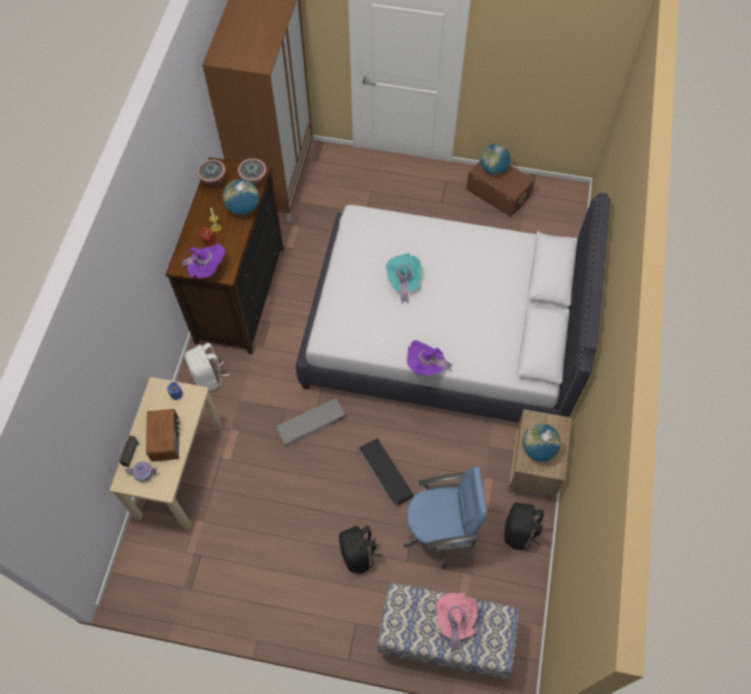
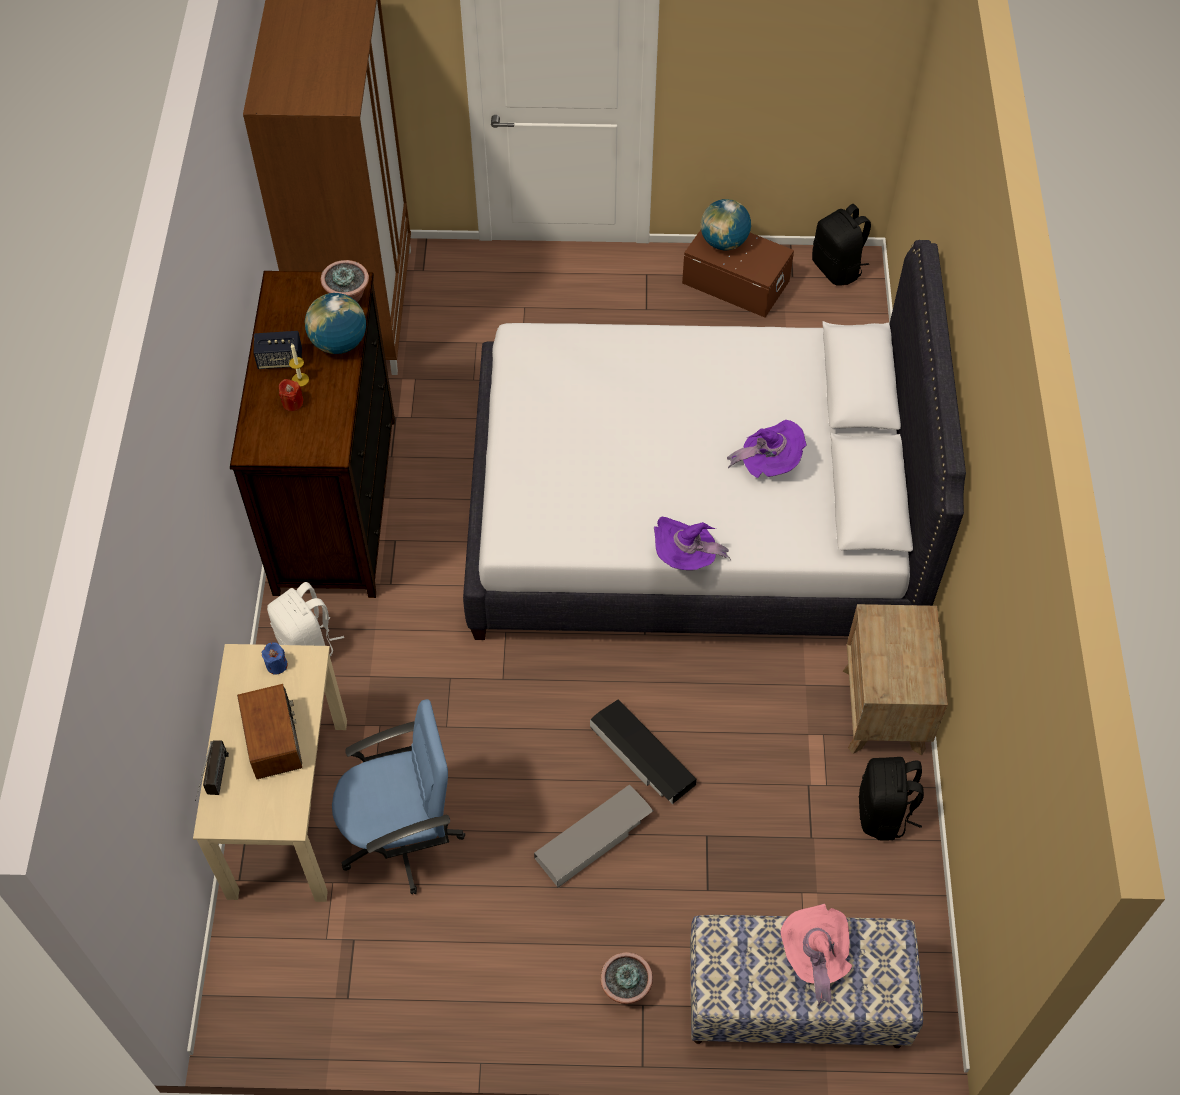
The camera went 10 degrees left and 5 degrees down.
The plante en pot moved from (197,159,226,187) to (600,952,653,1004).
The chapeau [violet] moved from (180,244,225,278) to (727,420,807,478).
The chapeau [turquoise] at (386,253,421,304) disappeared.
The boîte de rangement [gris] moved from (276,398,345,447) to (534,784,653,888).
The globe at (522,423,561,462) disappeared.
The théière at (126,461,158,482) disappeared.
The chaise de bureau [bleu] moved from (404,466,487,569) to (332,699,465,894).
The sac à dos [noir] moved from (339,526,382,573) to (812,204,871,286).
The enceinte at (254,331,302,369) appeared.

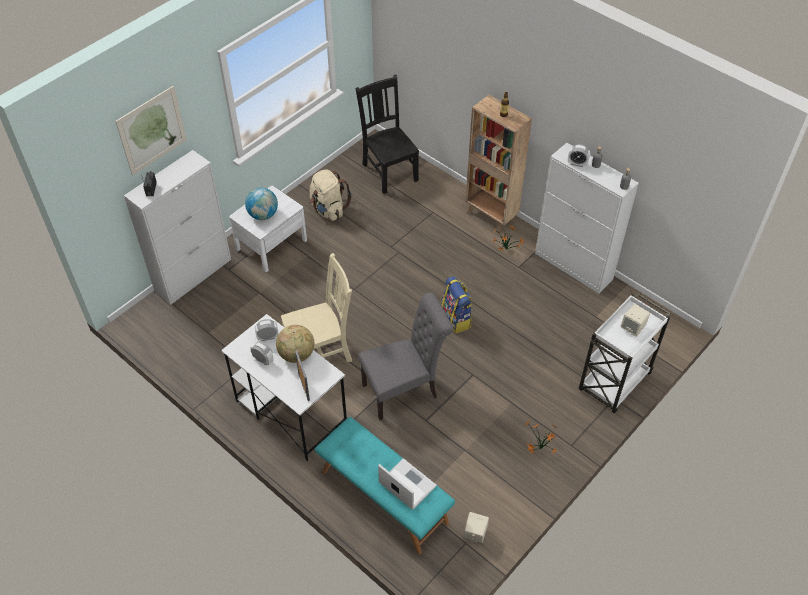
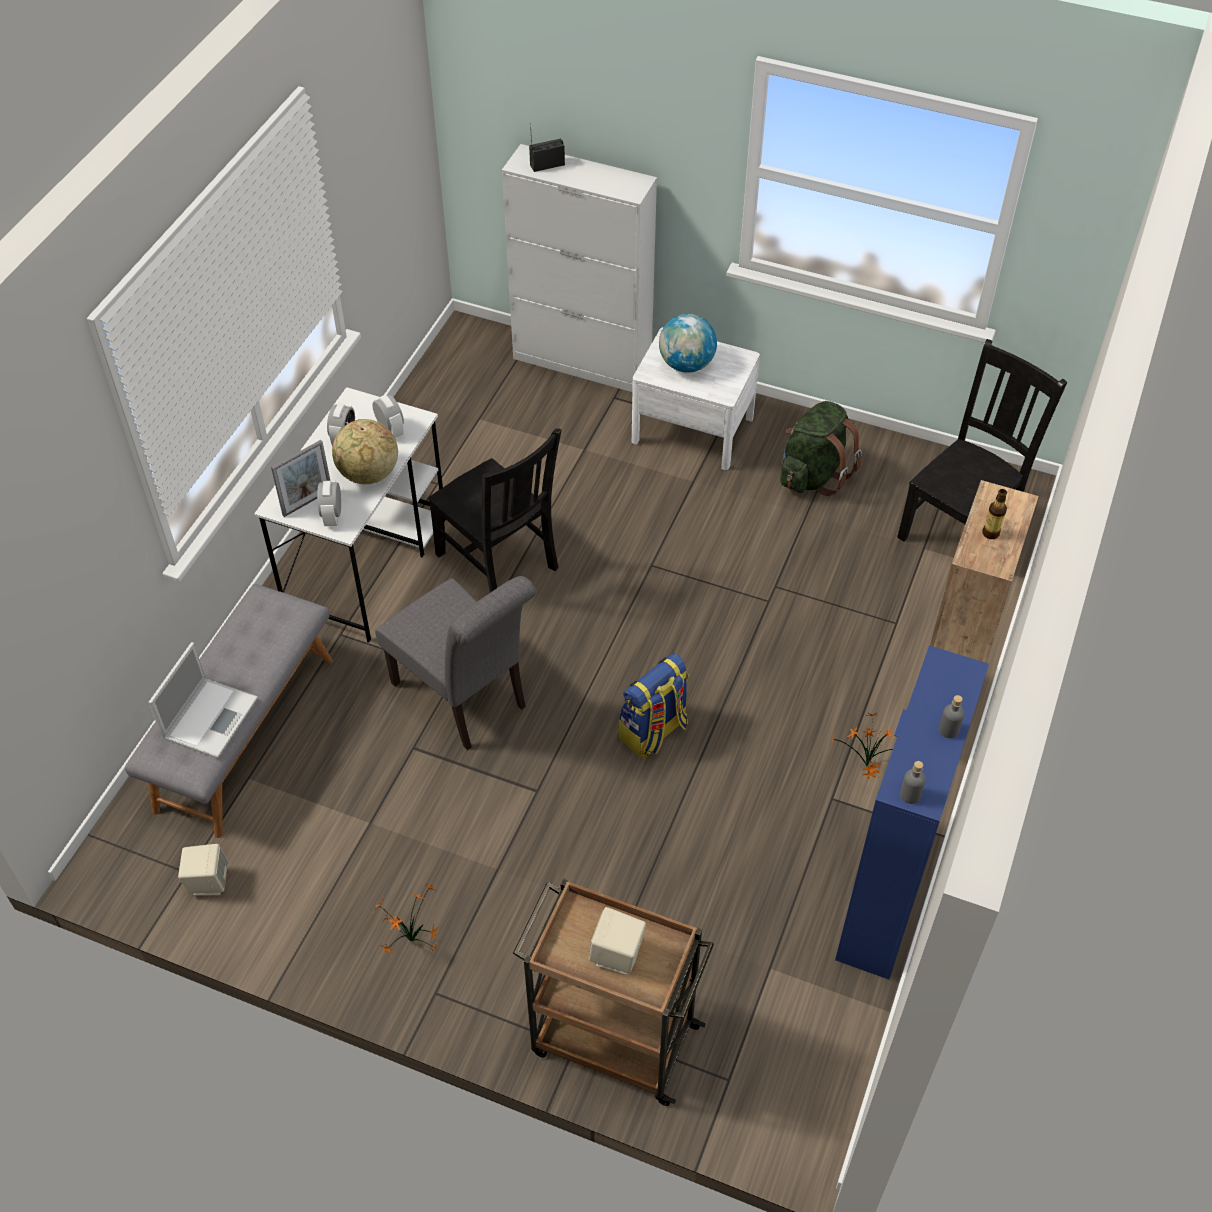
The camera went 70 degrees right and 0 degrees up.
The tableau at (115,86,187,175) disappeared.
The meuble de rangement [blanc] at (535,143,639,294) became the meuble de rangement [bleu] at (835,646,989,979).
The réveil moved from (568,144,590,167) to (317,481,341,526).
The sac à dos [beige] at (310,170,352,221) became the sac à dos [vert] at (780,401,862,496).
The chaise [beige] at (281,253,352,362) became the chaise [noir] at (428,428,562,593).
The chariot [blanc] at (579,293,670,414) became the chariot [marron] at (513,878,714,1106).
The banc [turquoise] at (315,417,455,554) became the banc [gris] at (125,584,333,838).

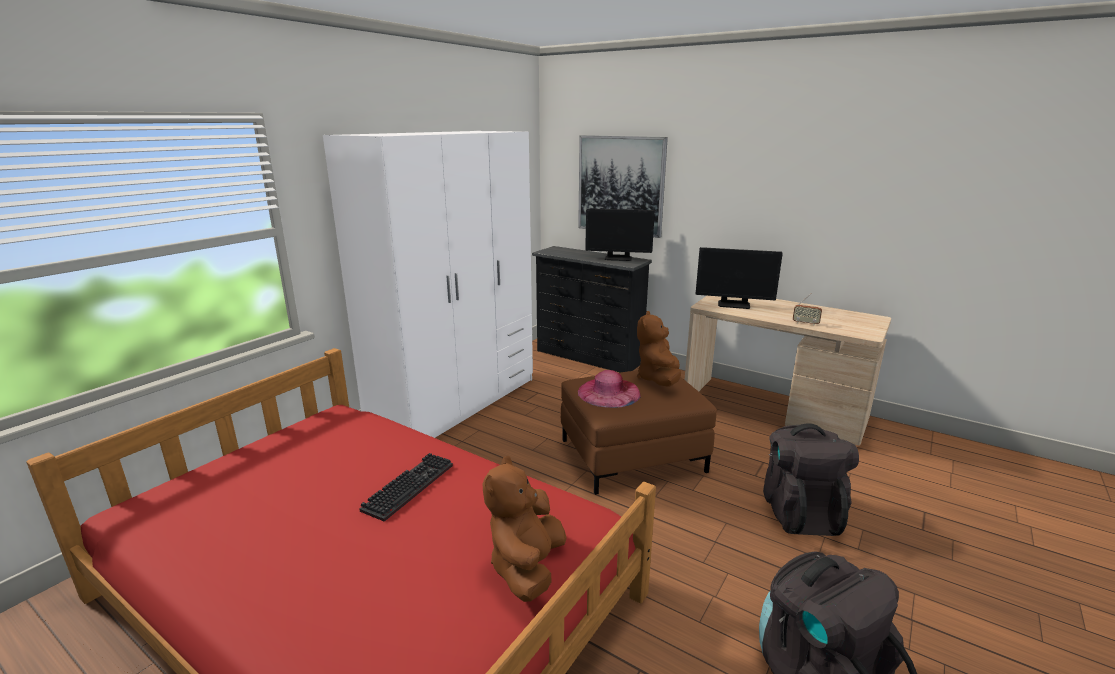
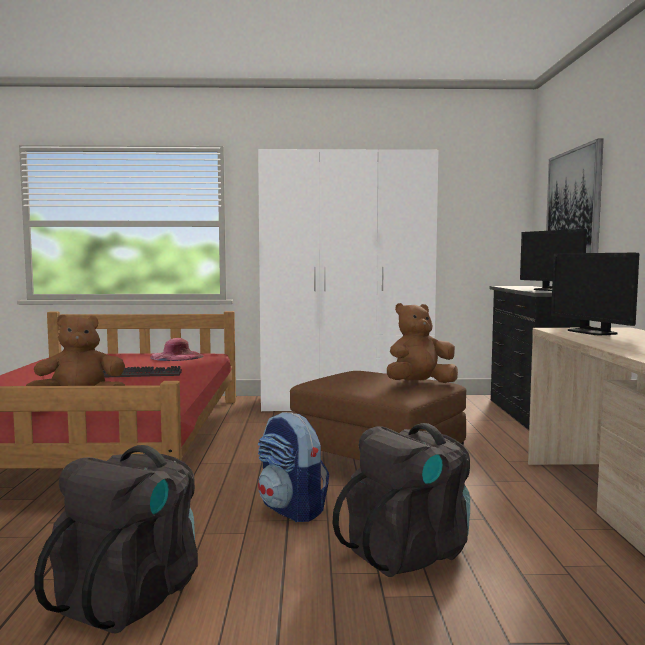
The camera went 55 degrees right and 15 degrees down.
The radio at (793,293,822,326) disappeared.
The chapeau [rose] moved from (578,370,641,408) to (150,338,204,361).
The sac à dos at (258,412,329,522) appeared.

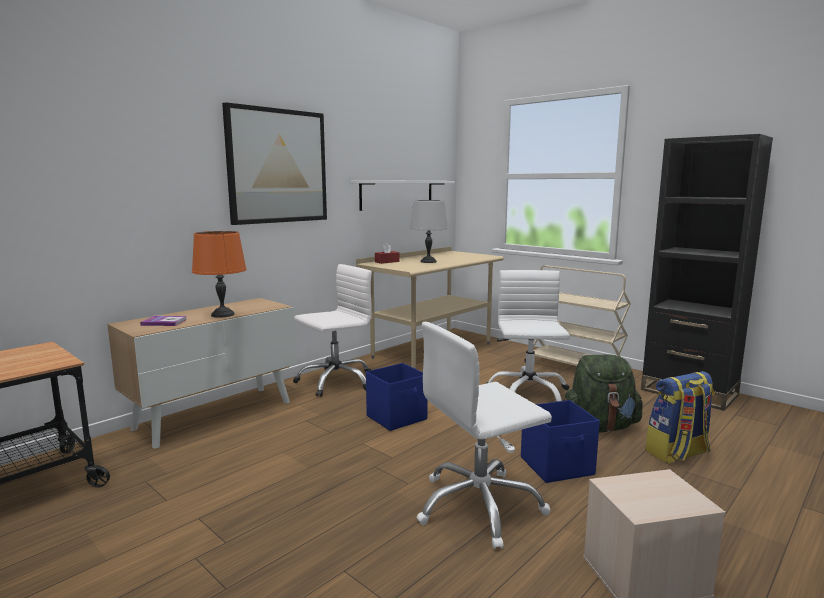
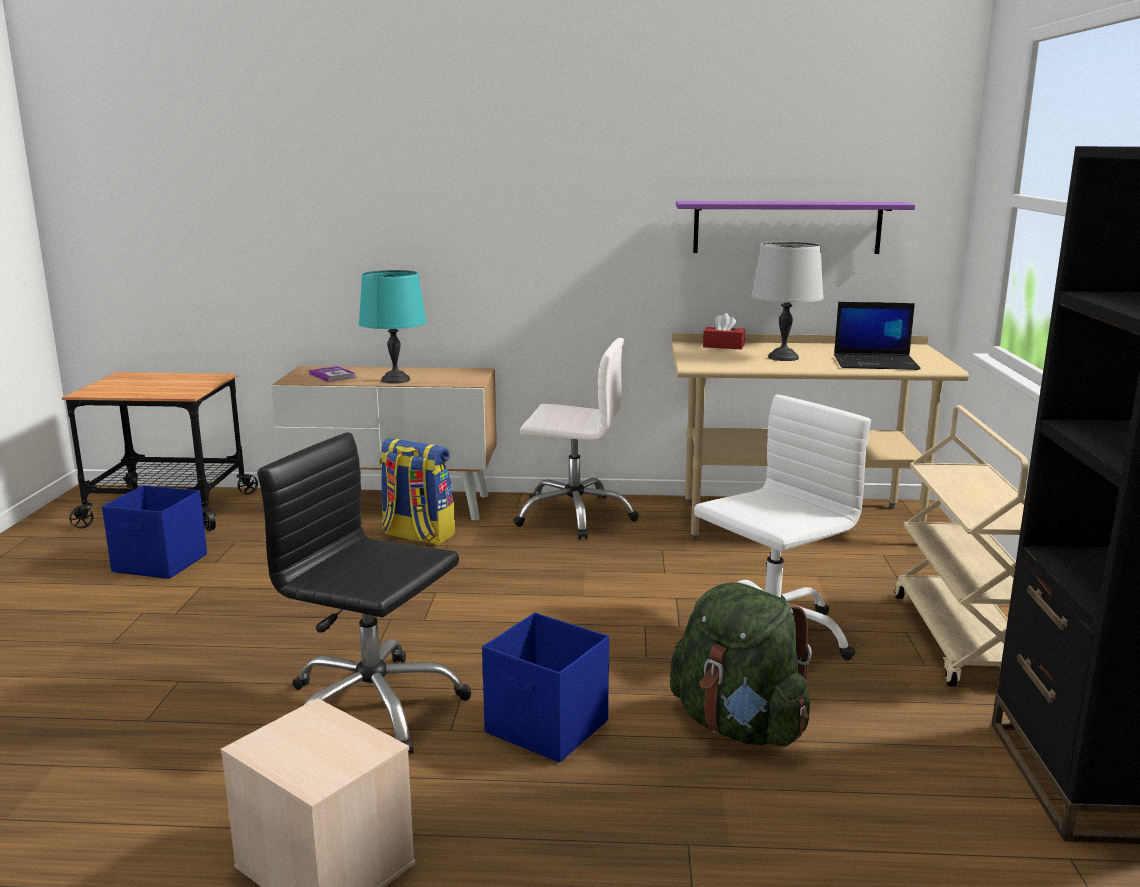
The camera went 50 degrees right and 5 degrees up.
The tableau at (222,102,327,225) disappeared.
The étagère [blanc] at (351,180,454,211) became the étagère [violet] at (676,201,915,254).
The lampe de table [orange] at (192,231,247,318) became the lampe de table [turquoise] at (359,270,426,384).
The chaise de bureau [blanc] at (417,322,552,549) became the chaise de bureau [noir] at (257,432,471,754).
The boîte de rangement [bleu] moved from (366,363,428,431) to (102,485,207,579).
The sac à dos moved from (645,371,715,464) to (379,438,455,545).
The ordinateur portable at (834,302,921,370) appeared.

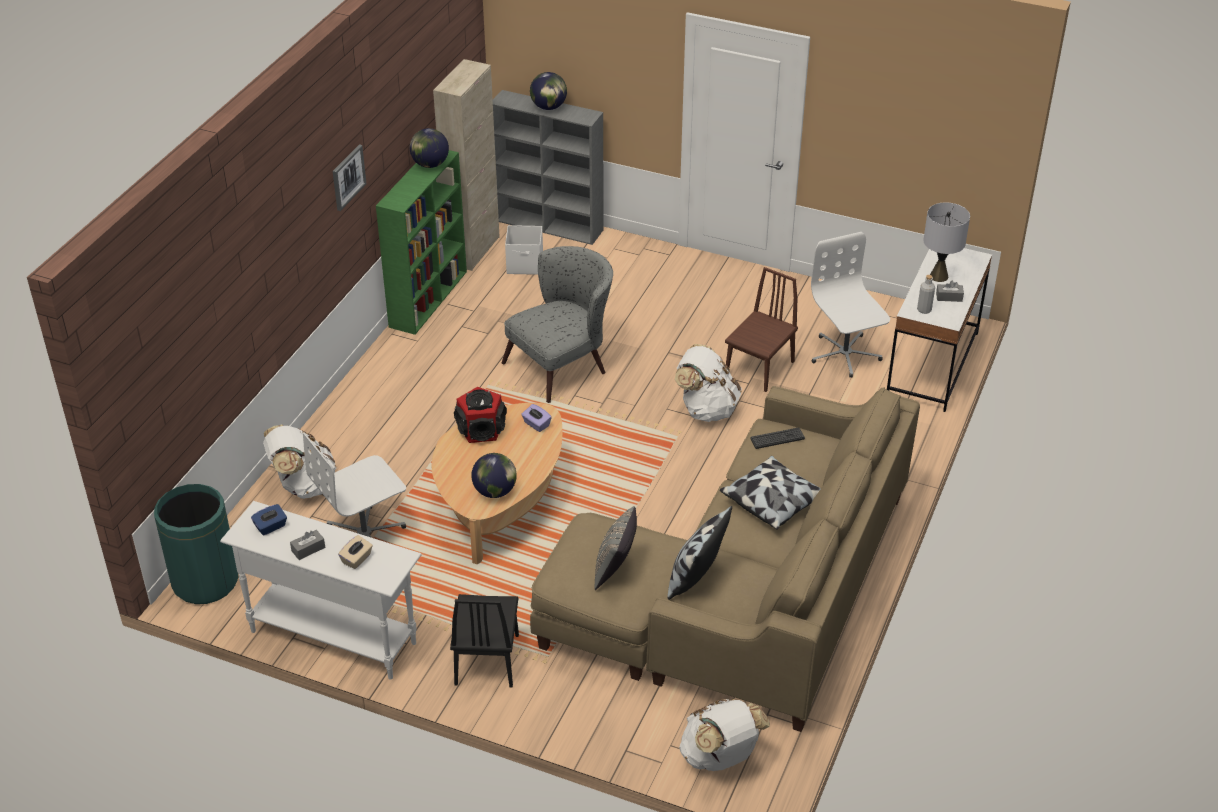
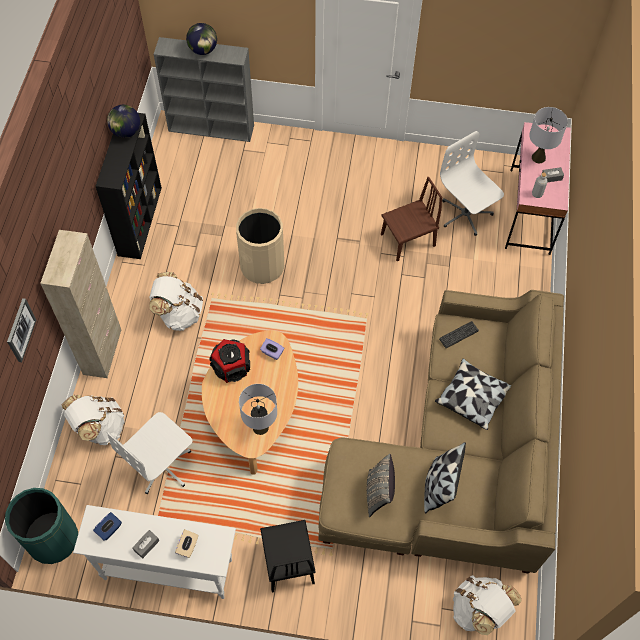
The camera went 15 degrees left and 20 degrees up.
The meuble de rangement [beige] moved from (433,59,500,271) to (40,230,122,378).
The tableau moved from (333,144,366,211) to (7,298,36,362).
The bibliothèque [vert] at (376,150,467,335) became the bibliothèque [noir] at (96,113,162,259).
The boîte de rangement [blanc] at (505,225,543,275) disappeared.
The fauteuil [gris] at (502,246,613,403) was replaced by the poubelle [beige] at (236,208,284,284).
The bureau [blanc] at (887,248,992,412) became the bureau [rose] at (505,122,571,255).
The chaise [marron] at (725,267,798,392) turned 45 degrees clockwise.
The sac à dos [blanc] moved from (675,344,742,422) to (149,272,203,331).
The globe at (471,453,517,498) was replaced by the lampe de table [gris] at (239,384,277,435).

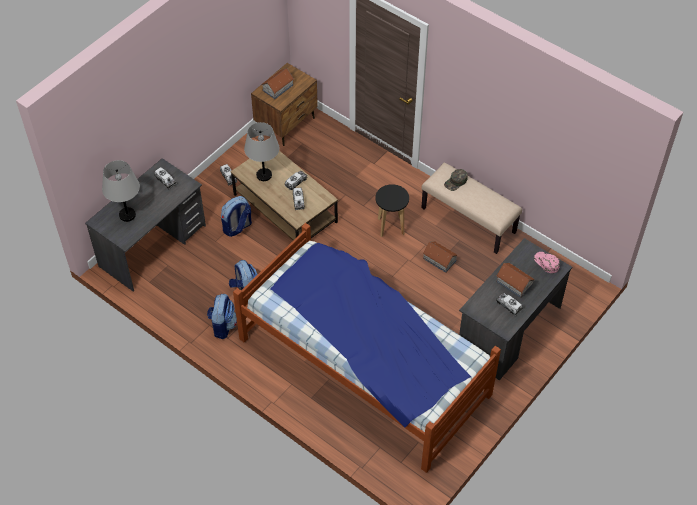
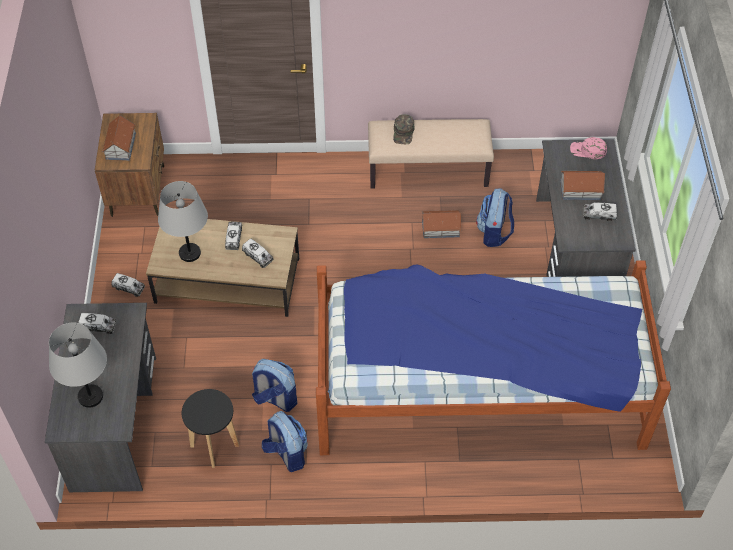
The camera went 40 degrees left and 0 degrees up.
The tabouret [noir] moved from (375,184,409,237) to (182,389,239,468).
The sac à dos moved from (221,196,252,237) to (476,188,514,247).

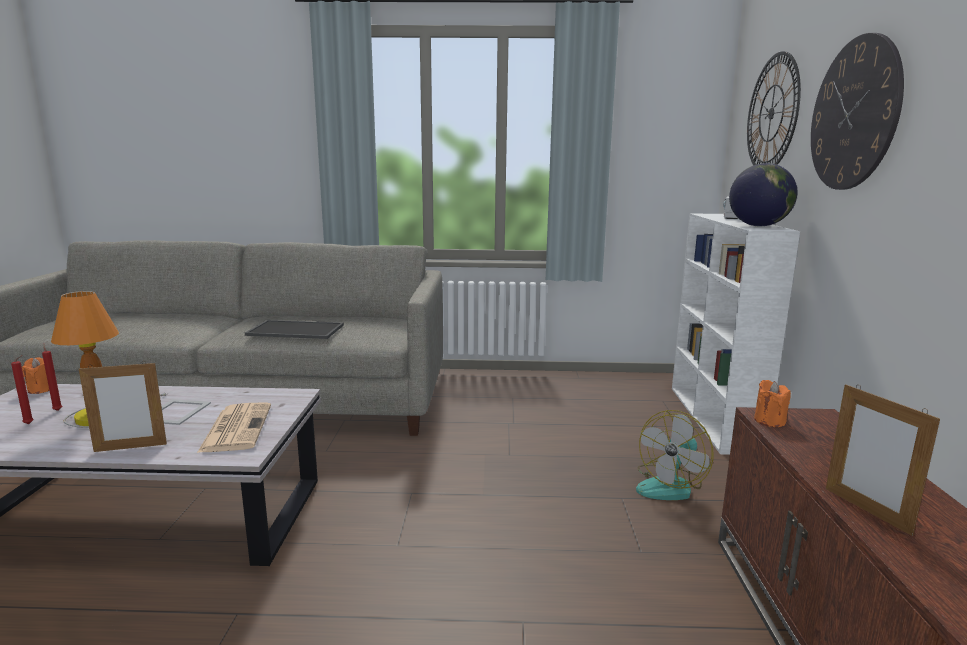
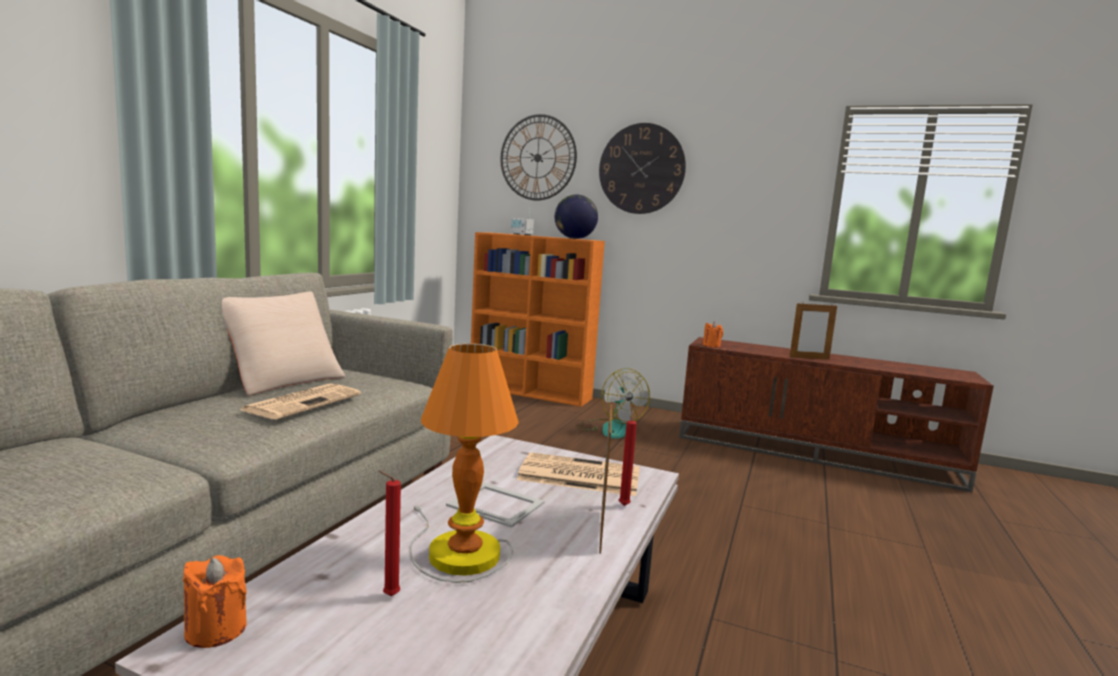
The camera went 70 degrees left and 5 degrees down.
The bibliothèque [blanc] at (672,213,800,455) became the bibliothèque [orange] at (471,232,605,407).
The plateau at (245,320,344,339) was replaced by the journal at (240,383,361,419).
The bougie [rouge] moved from (11,355,34,424) to (619,410,637,506).
The coussin [beige] at (222,291,346,396) appeared.

